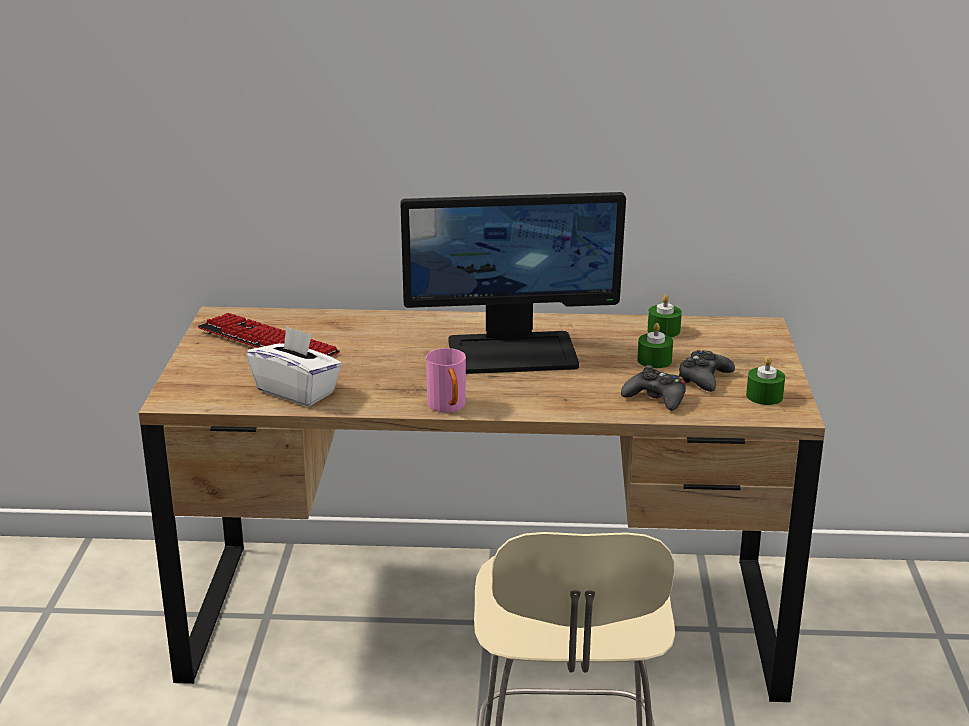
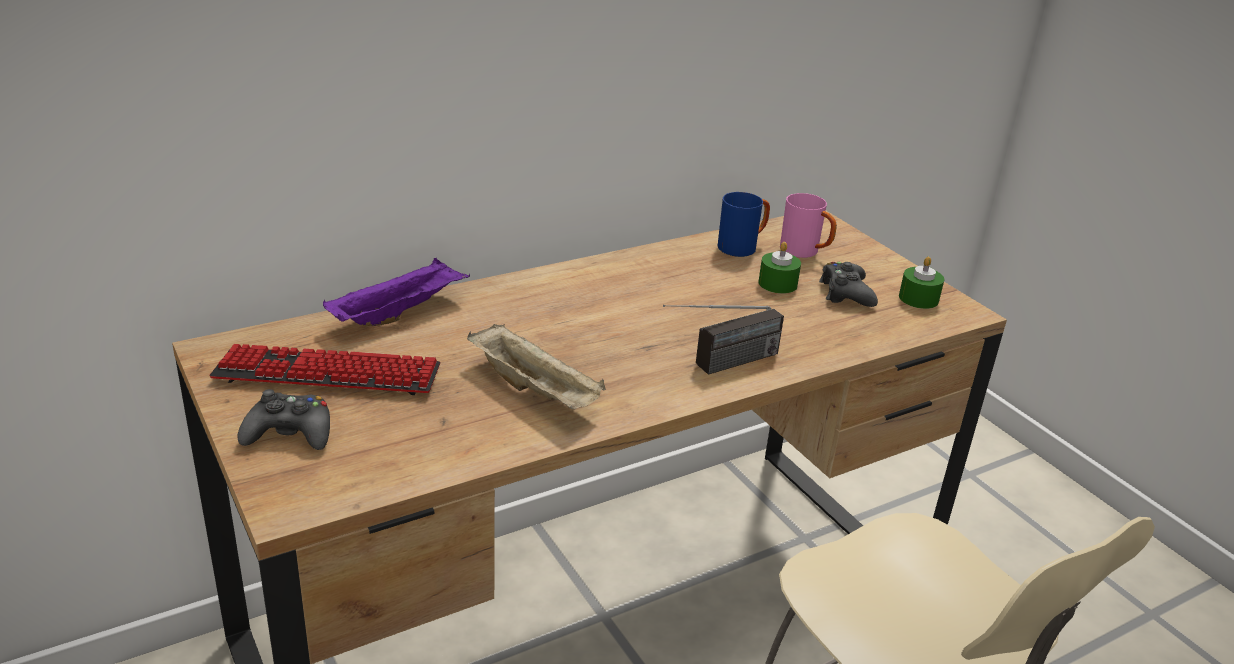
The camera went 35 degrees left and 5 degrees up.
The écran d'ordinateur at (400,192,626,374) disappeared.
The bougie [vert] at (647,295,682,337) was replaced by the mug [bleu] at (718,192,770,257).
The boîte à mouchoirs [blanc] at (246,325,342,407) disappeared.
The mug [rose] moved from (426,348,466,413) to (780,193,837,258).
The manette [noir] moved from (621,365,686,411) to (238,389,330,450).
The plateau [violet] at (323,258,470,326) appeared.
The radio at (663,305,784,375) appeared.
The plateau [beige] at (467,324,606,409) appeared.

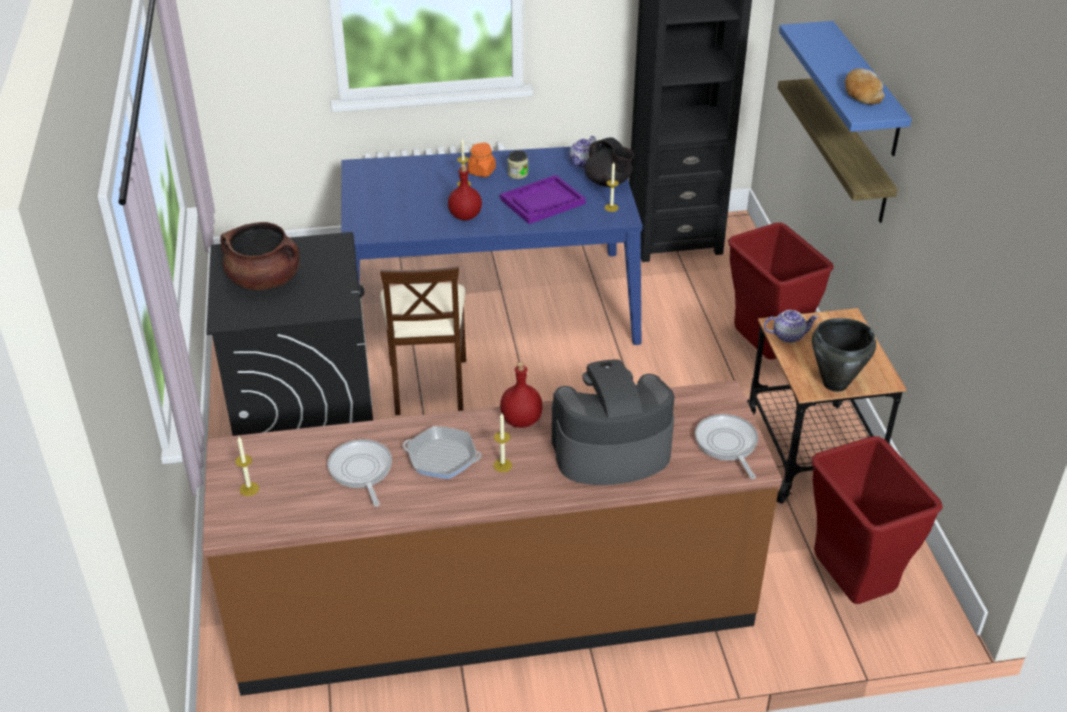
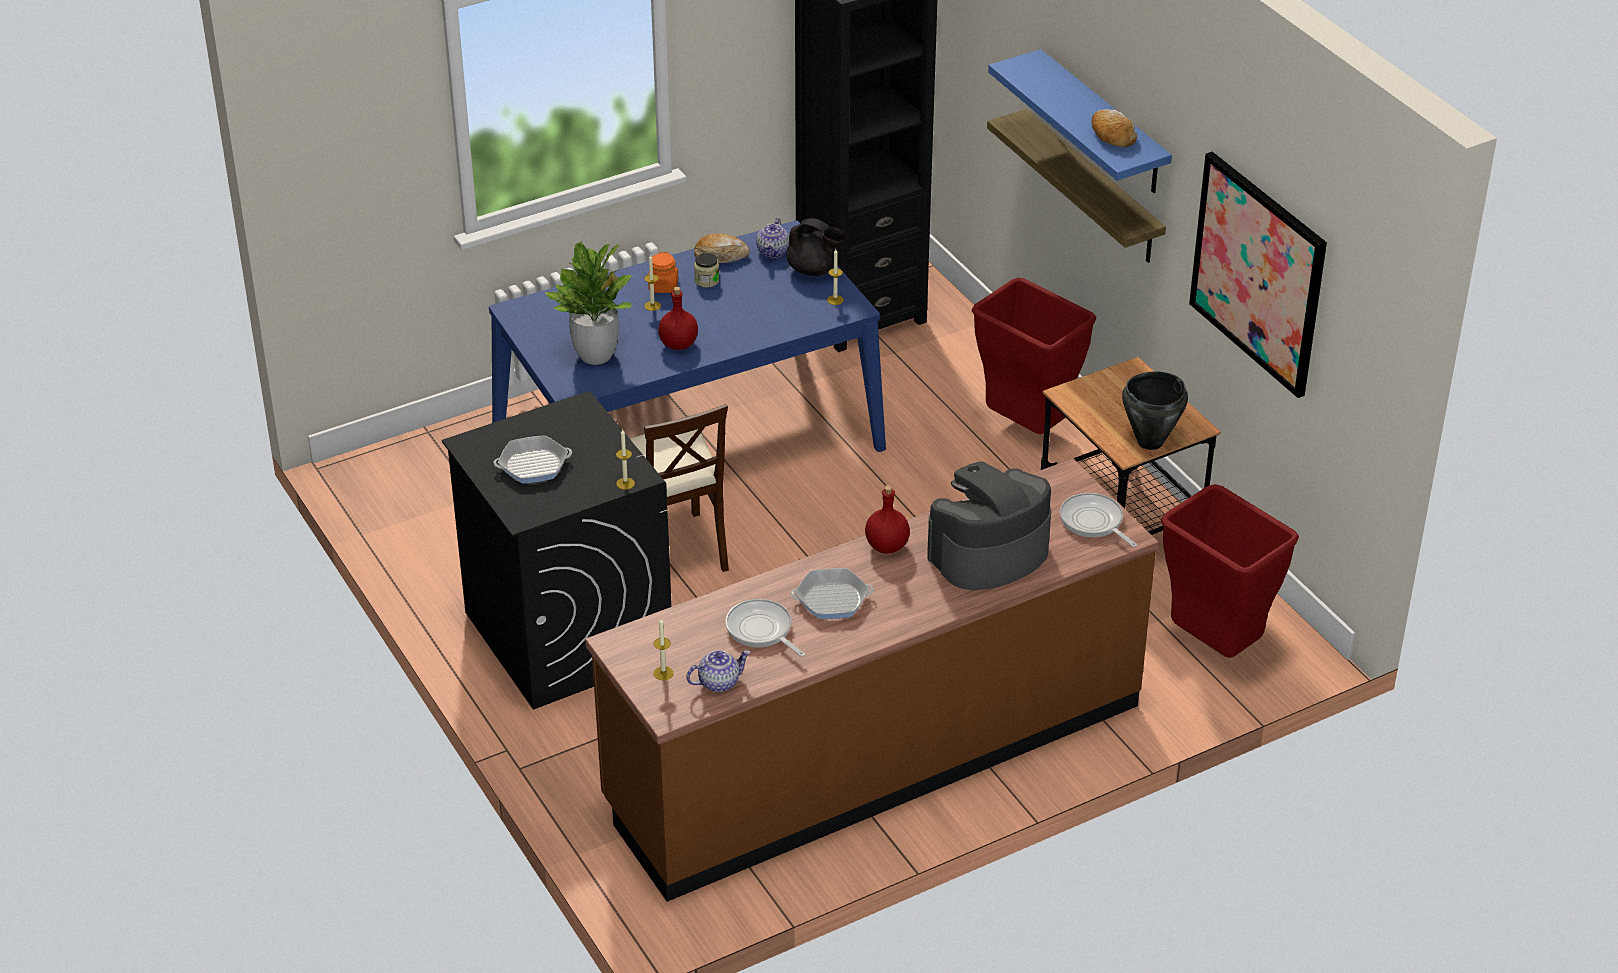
The camera went 20 degrees left and 0 degrees up.
The plateau [violet] at (500,175,586,224) disappeared.
The marmite [marron] at (220,222,300,290) was replaced by the poêle at (493,435,572,484).
The théière moved from (764,310,818,343) to (686,650,751,692).
The bougie moved from (493,413,512,472) to (616,429,635,490).
The tableau at (1189,152,1327,398) appeared.
The pain at (694,234,750,263) appeared.
The plante en pot at (544,241,633,365) appeared.

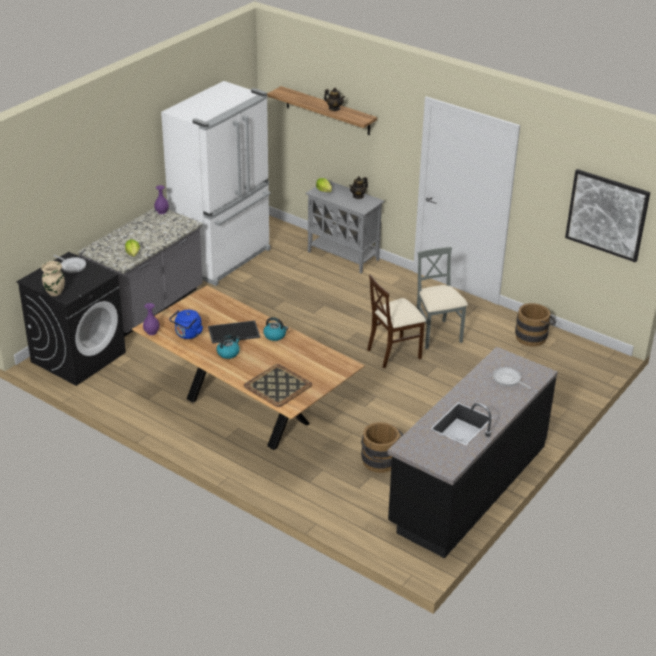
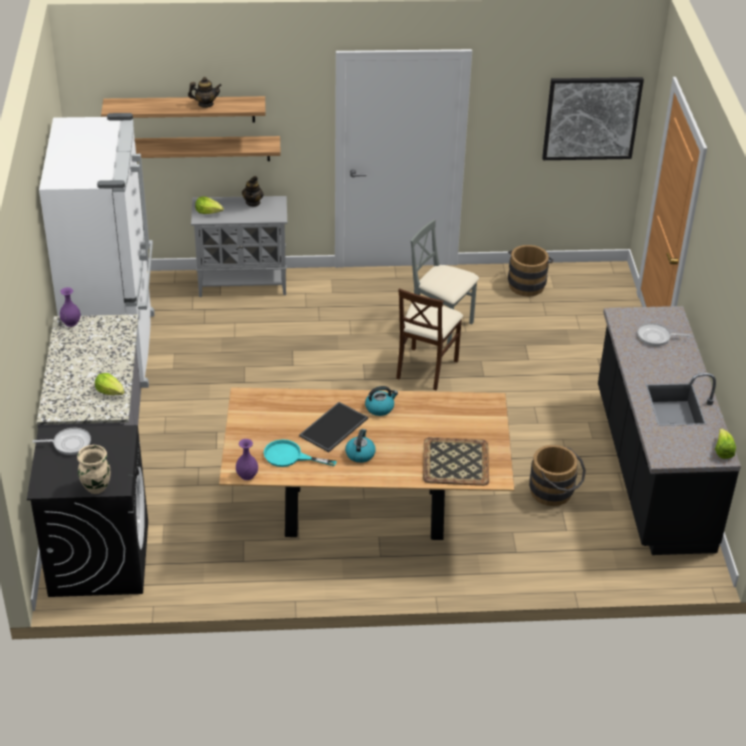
The camera went 40 degrees left and 5 degrees up.
The bouilloire [bleu] at (169,310,203,339) was replaced by the poêle [turquoise] at (264,439,336,467).
The étagère at (135,136,281,161) appeared.
The laitue at (715,428,736,459) appeared.

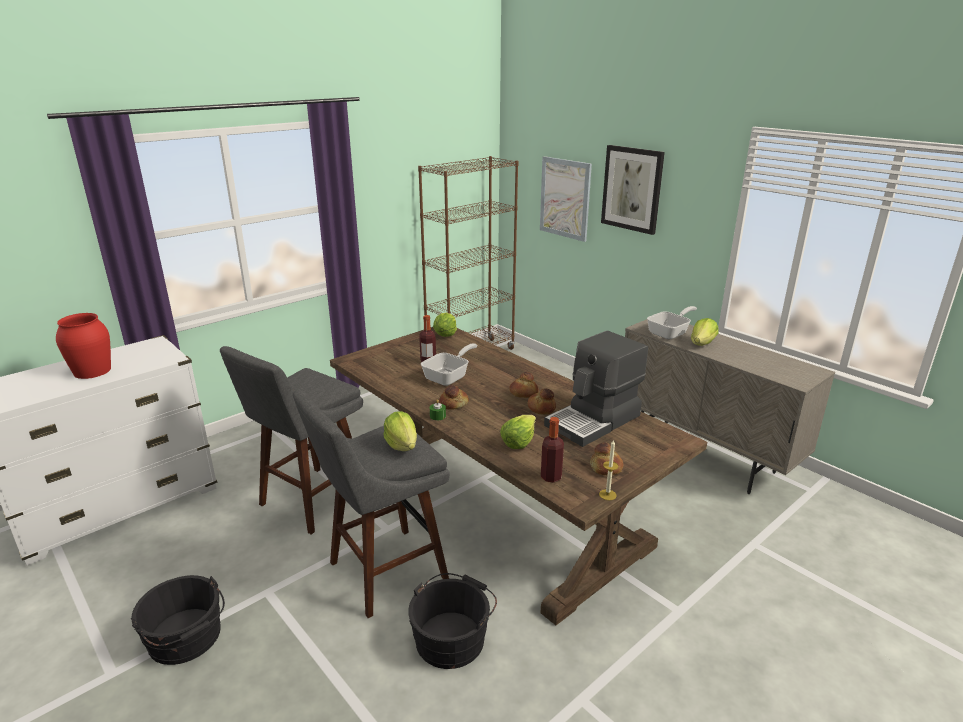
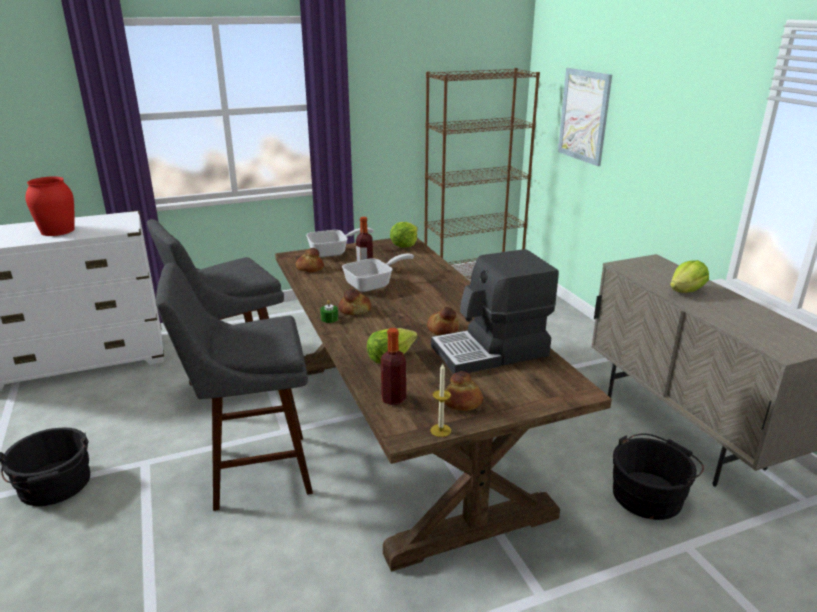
The camera went 20 degrees right and 0 degrees up.
The tableau at (601,145,665,235) disappeared.
The poêle moved from (647,306,697,340) to (306,228,374,258).
The pain moved from (509,372,538,398) to (296,248,324,272).
The laitue at (383,411,417,451) disappeared.
The seau [noir] moved from (408,573,497,669) to (612,433,704,520).

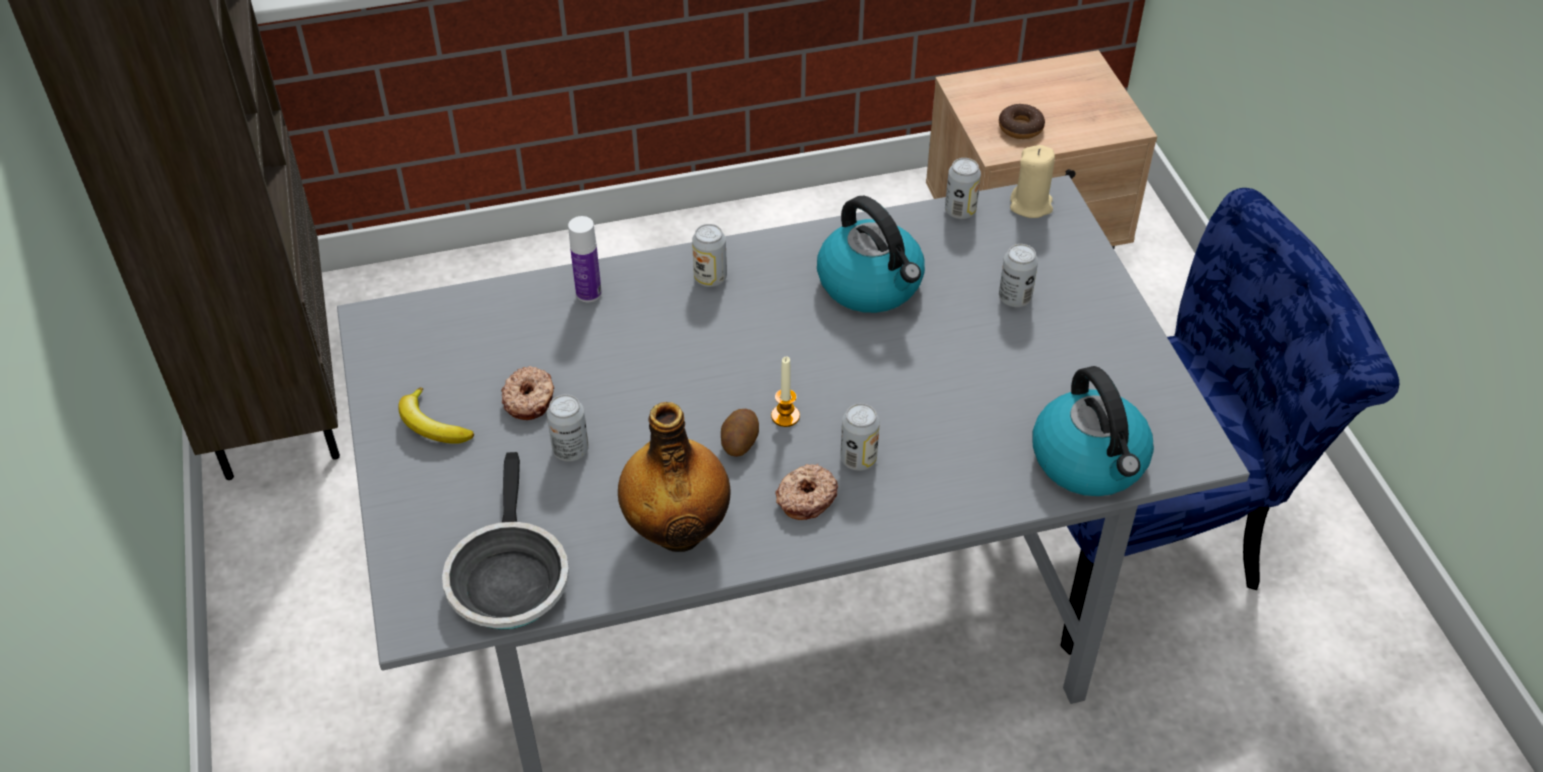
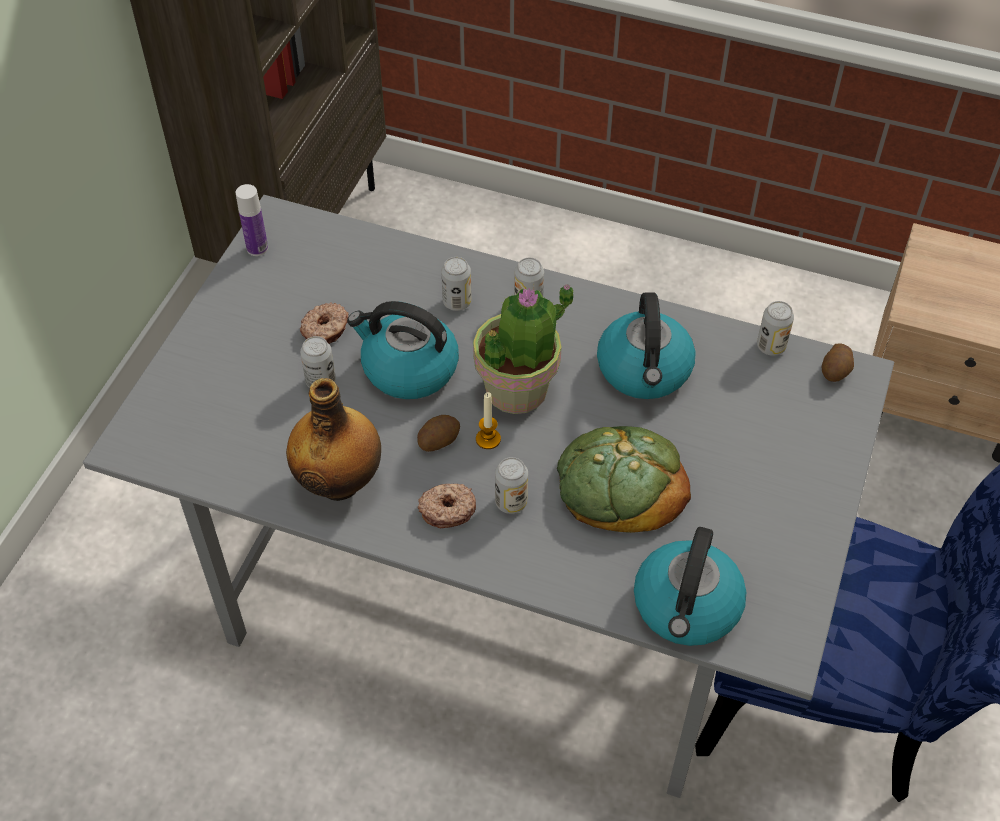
The camera went 35 degrees right and 5 degrees up.
The beignet at (999,104,1045,139) disappeared.
The bougie [beige] at (1010,145,1055,218) was replaced by the pomme de terre at (822,343,854,382).
The bouteille moved from (568,216,602,302) to (235,184,268,256).
The boîte métallique moved from (999,244,1038,307) to (441,257,472,311).
The banane at (398,387,474,444) disappeared.
The poêle at (442,452,569,630) disappeared.
The plante en pot at (473,284,573,414) appeared.
The bouilloire at (347,301,459,399) appeared.
The pain at (557,426,691,533) appeared.

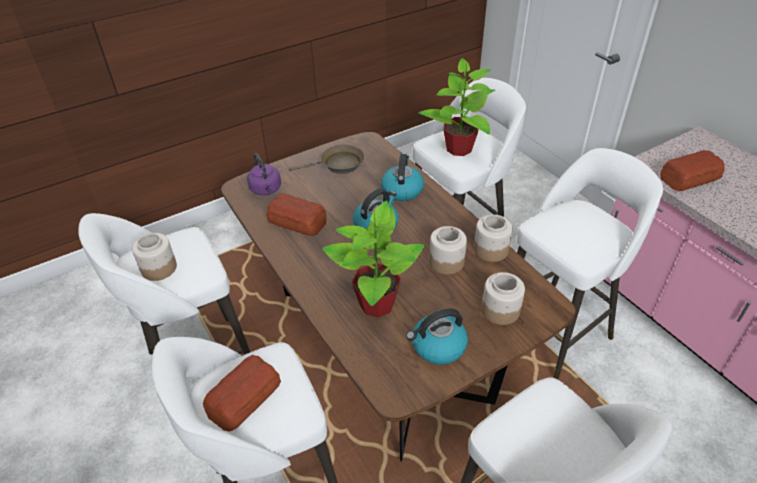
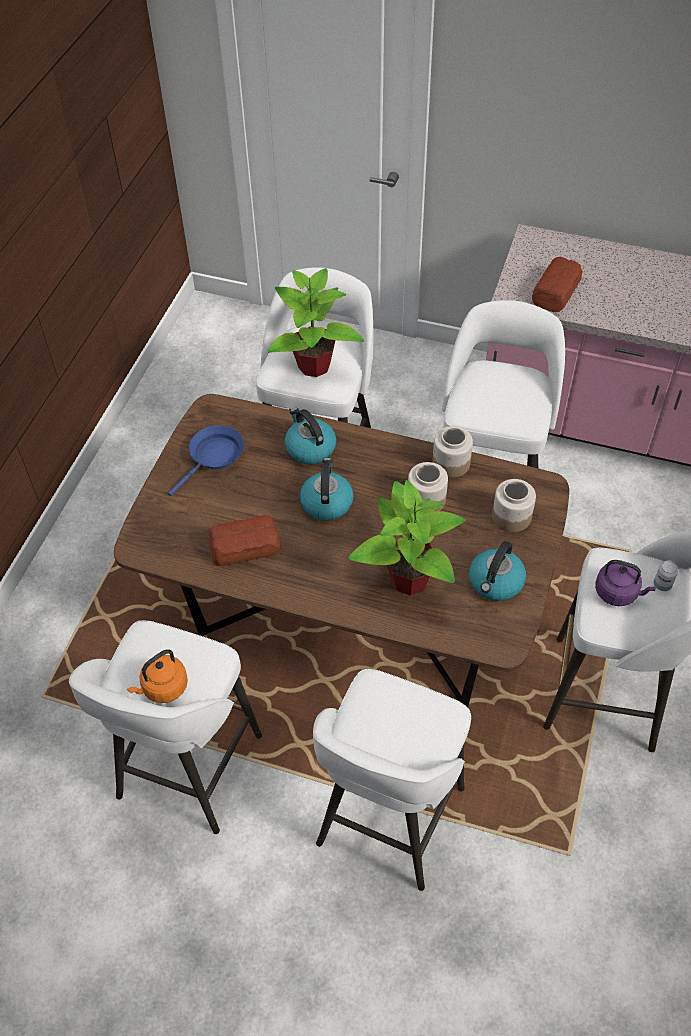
The camera went 40 degrees left and 10 degrees up.
The poêle [marron] at (288,144,364,174) became the poêle [bleu] at (168,425,244,496).
The bouilloire [violet] moved from (247,153,281,195) to (595,560,656,606).
The bocal at (132,233,177,281) was replaced by the bouilloire [orange] at (127,649,188,703).
The pain at (203,355,281,432) disappeared.
The boîte métallique at (654,560,678,591) appeared.

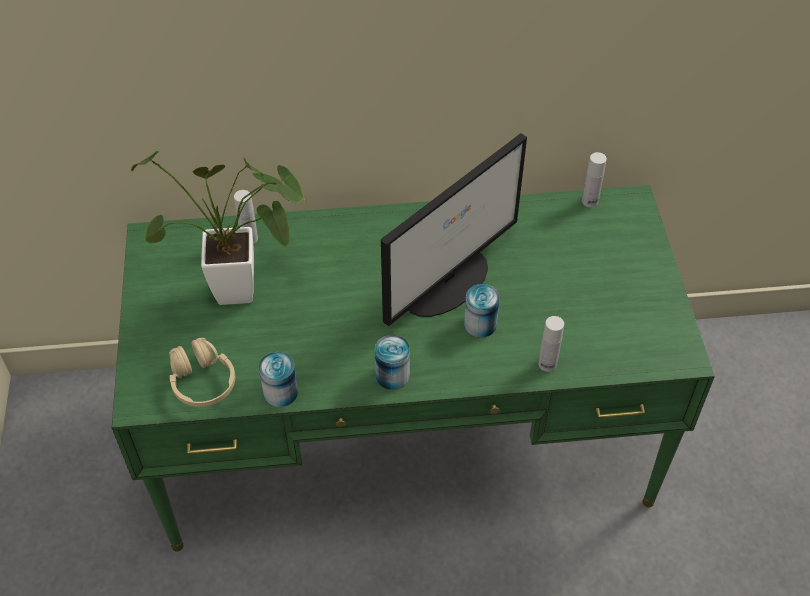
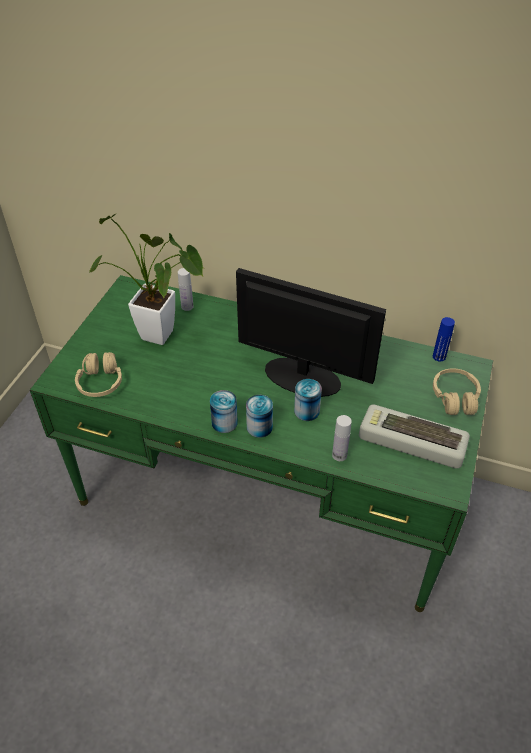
The camera went 25 degrees right and 5 degrees down.
The écran d'ordinateur at (381,133,527,326) turned 135 degrees counterclockwise.
The bouteille [blanc] at (582,152,607,207) became the bouteille [bleu] at (433,317,455,361).
The boîte métallique moved from (259,352,298,407) to (246,395,273,438).
The casque audio [beige] at (433,368,481,415) appeared.
The clavier at (359,404,470,469) appeared.

